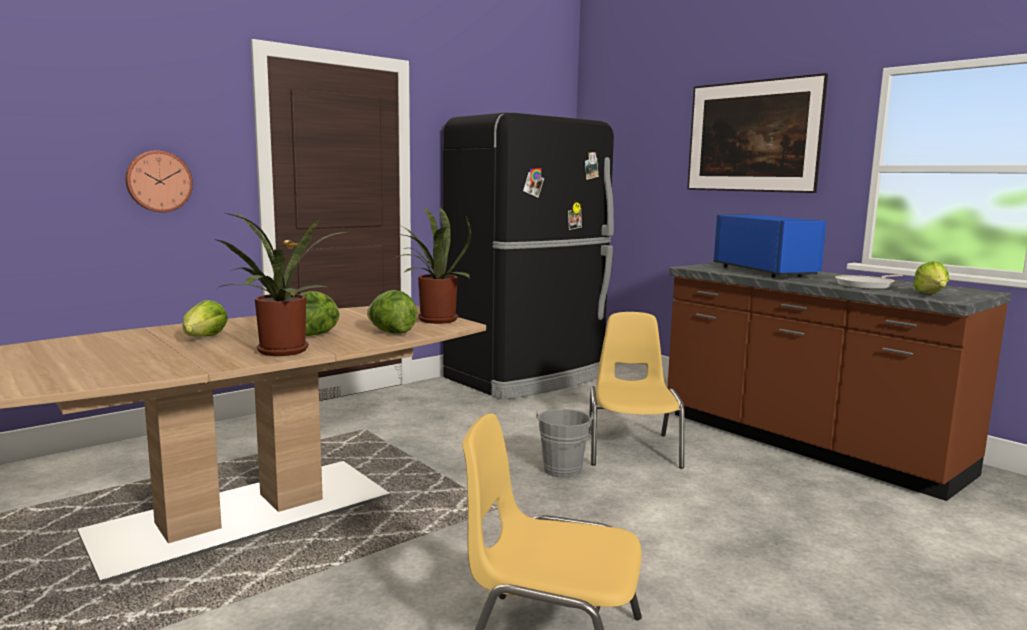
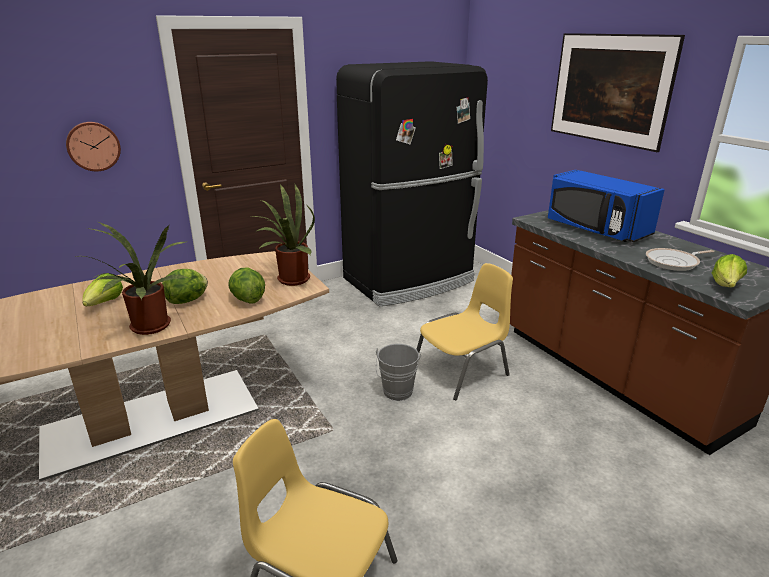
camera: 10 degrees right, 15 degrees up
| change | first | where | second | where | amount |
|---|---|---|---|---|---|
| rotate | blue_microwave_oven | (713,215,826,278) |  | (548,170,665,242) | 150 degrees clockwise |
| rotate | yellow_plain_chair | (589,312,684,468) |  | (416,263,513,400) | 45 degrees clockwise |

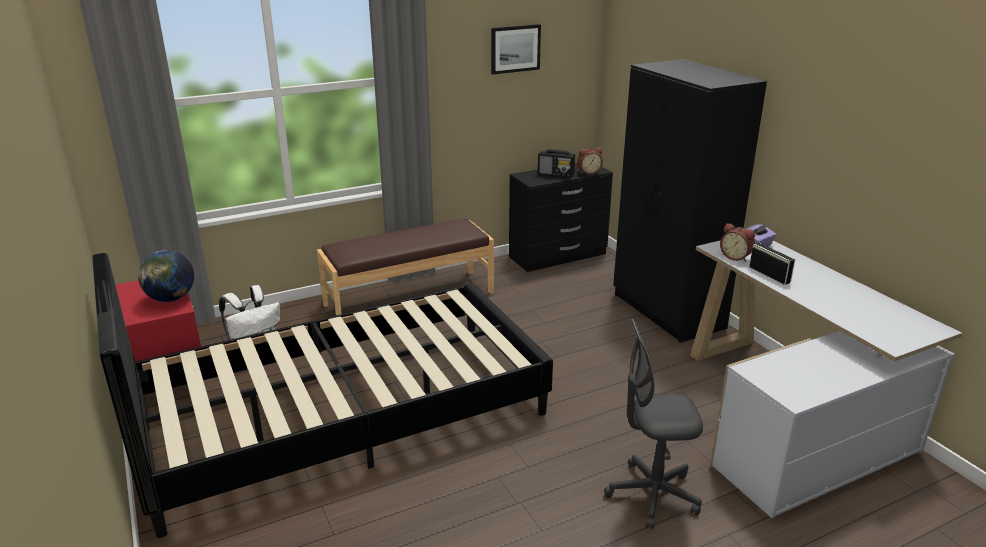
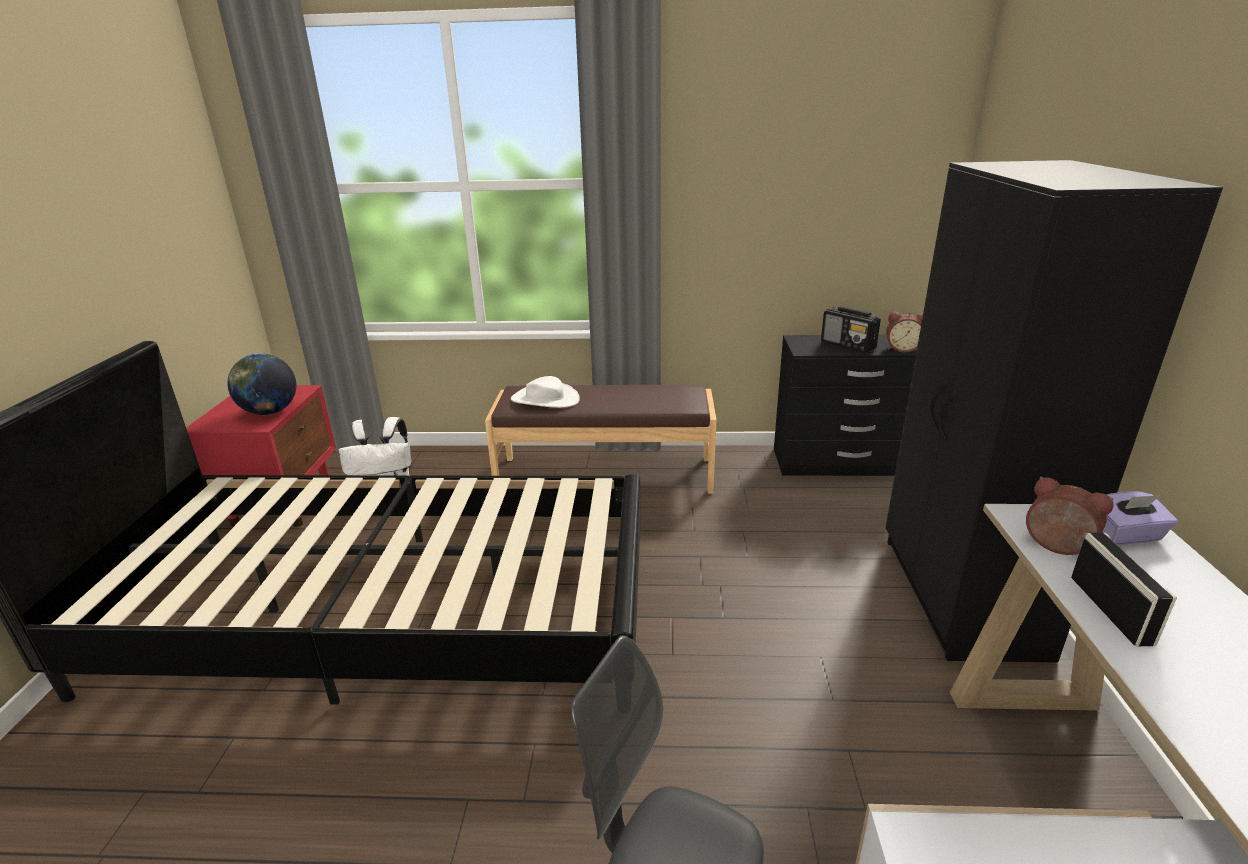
camera: 30 degrees right, 0 degrees up
| change | first | where | second | where | amount |
|---|---|---|---|---|---|
| delete | wall_picture | (491,24,541,74) |  |  |  |
| rotate | bedside_clock | (720,223,755,262) |  | (1026,477,1114,555) | 150 degrees clockwise |
| insert |  |  | white_hat | (511,376,580,408) |  |

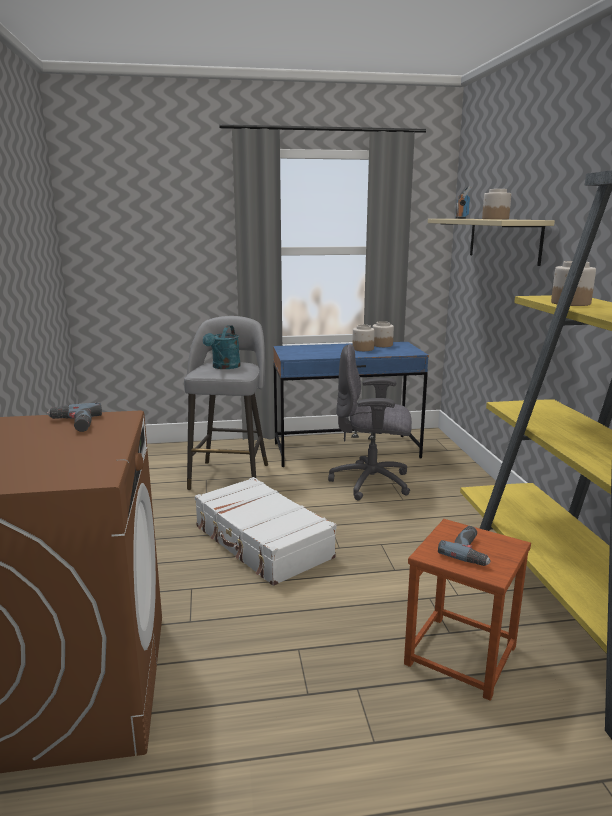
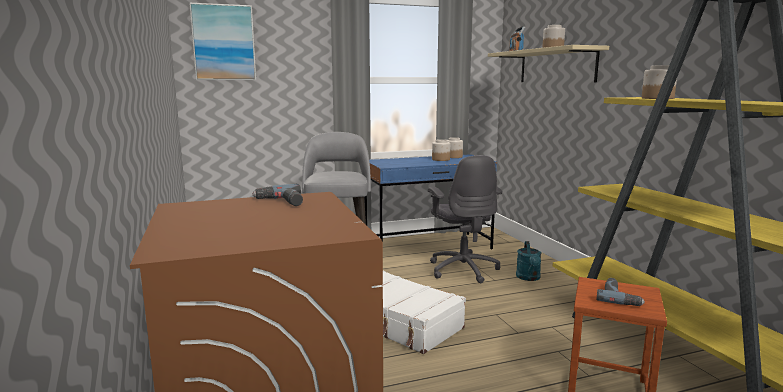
camera: 10 degrees left, 5 degrees down
| change | first | where | second | where | amount |
|---|---|---|---|---|---|
| move | blue-green_watering_can | (203,325,241,369) |  | (516,241,542,281) |  |
| rotate | gray_desk_chair | (328,344,412,500) |  | (428,155,502,283) | 105 degrees counterclockwise |
| insert |  |  | wall_picture | (189,3,256,80) |  |

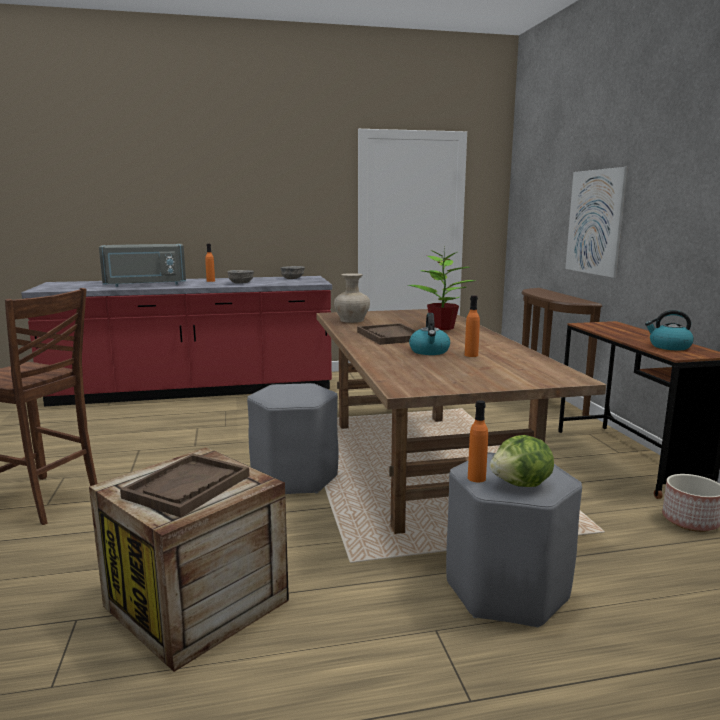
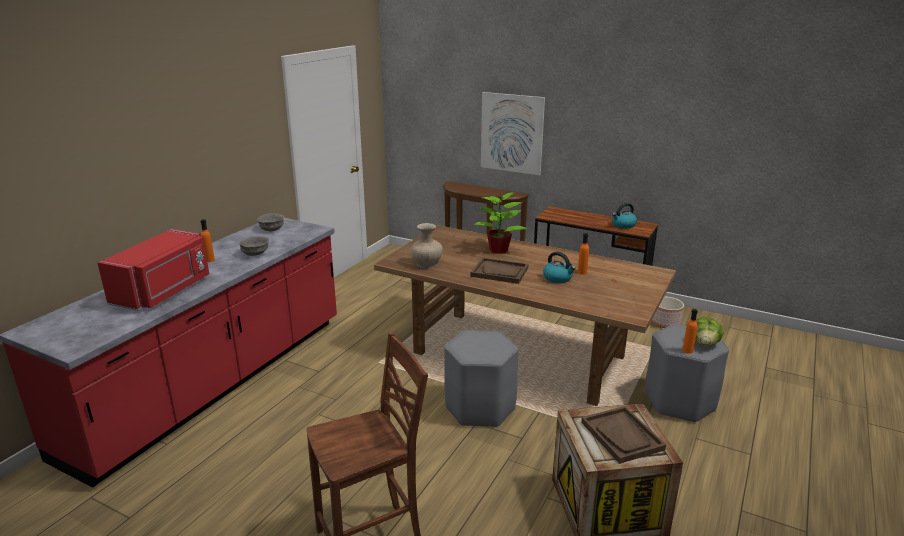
camera: 50 degrees left, 10 degrees up
| change | first | where | second | where | amount |
|---|---|---|---|---|---|
| recolor | gray_microwave_oven | (99,244,186,287) | reddish_microwave_oven | (97,229,209,311) |  |

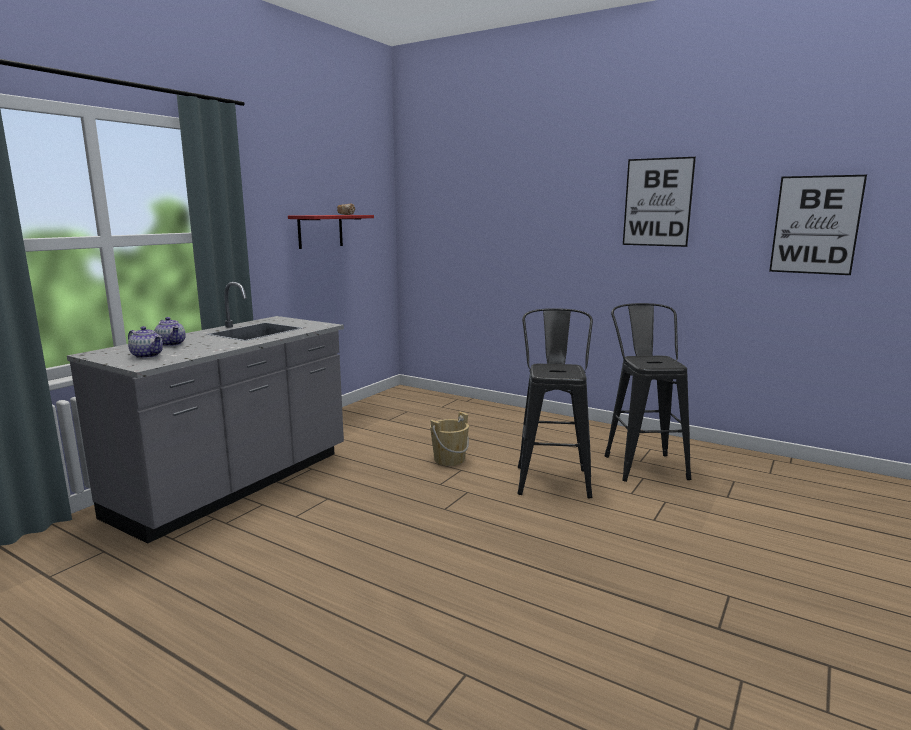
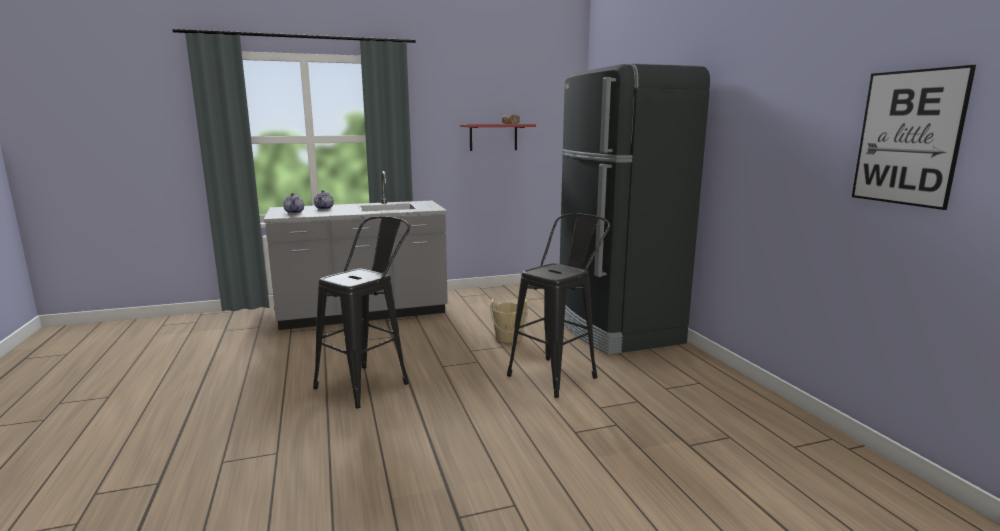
camera: 40 degrees right, 0 degrees up
| change | first | where | second | where | amount |
|---|---|---|---|---|---|
| delete | wall_picture | (623,157,696,247) |  |  |  |
| move | black-coloured_stool | (604,303,691,482) |  | (313,216,410,408) |  |
| insert |  |  | black-coloured_refrigerator | (560,64,710,355) |  |

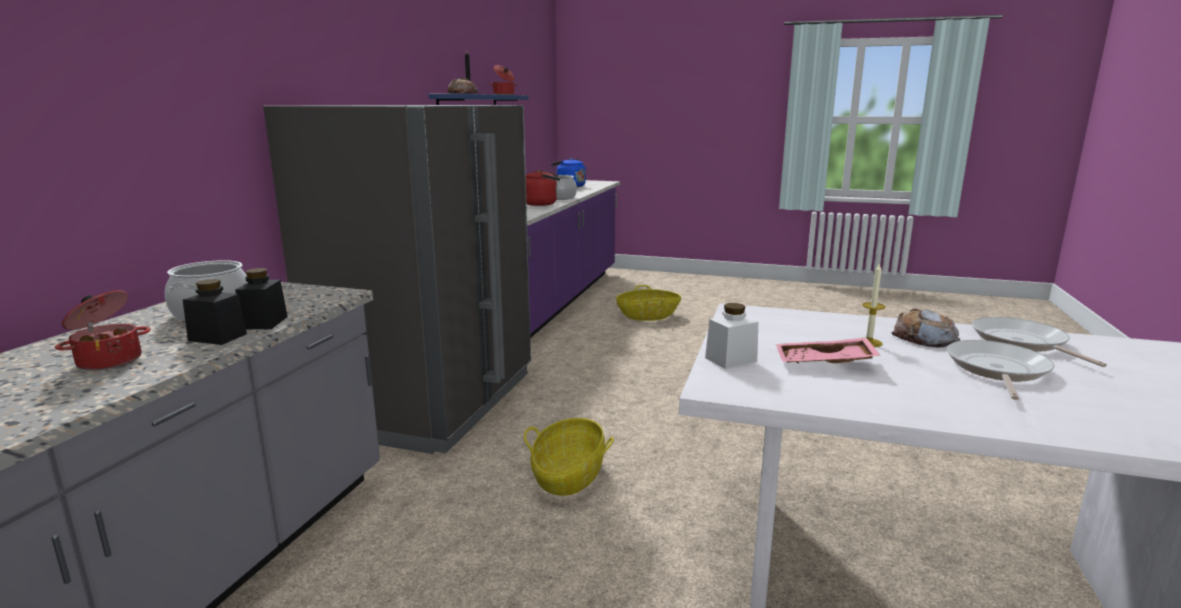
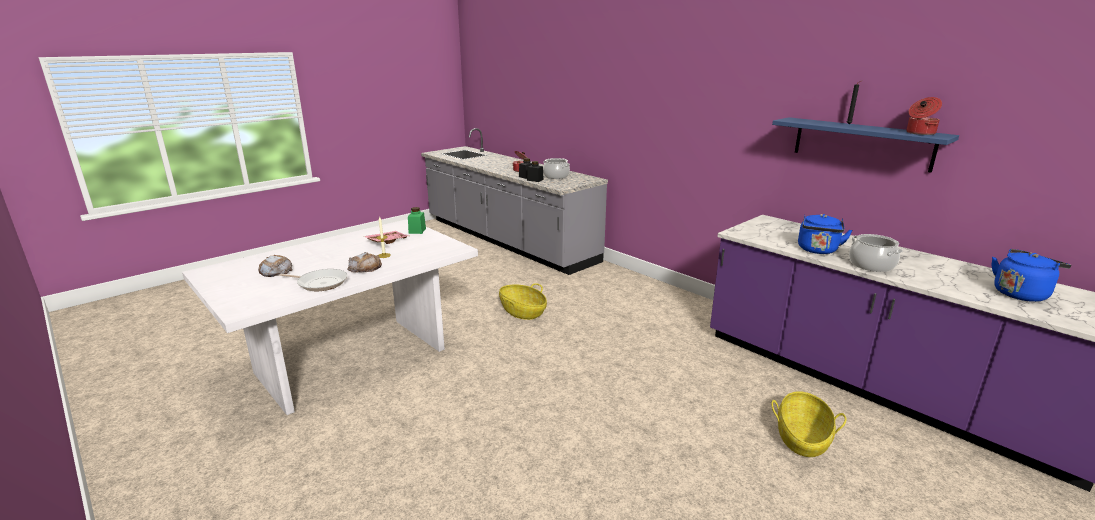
camera: 120 degrees right, 5 degrees up
| change | first | where | second | where | amount |
|---|---|---|---|---|---|
| move | bread | (447,78,478,94) |  | (258,255,293,277) |  |
| delete | gray_refrigerator | (263,105,531,454) |  |  |  |
| recolor | reddish_kettle | (526,170,560,206) | blue_kettle | (798,214,853,254) |  |
| recolor | white_jar | (705,303,758,369) | green-coloured_jar | (408,207,426,234) |  |
| delete | pan | (947,340,1055,400) |  |  |  |

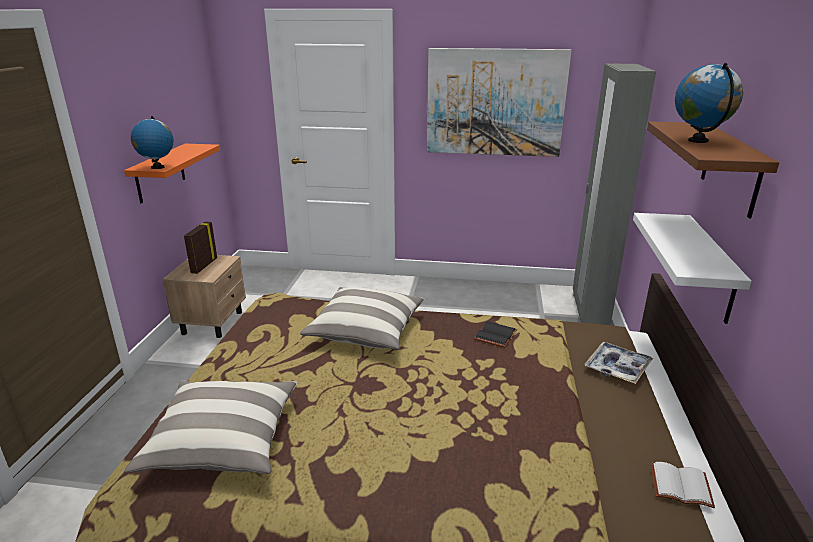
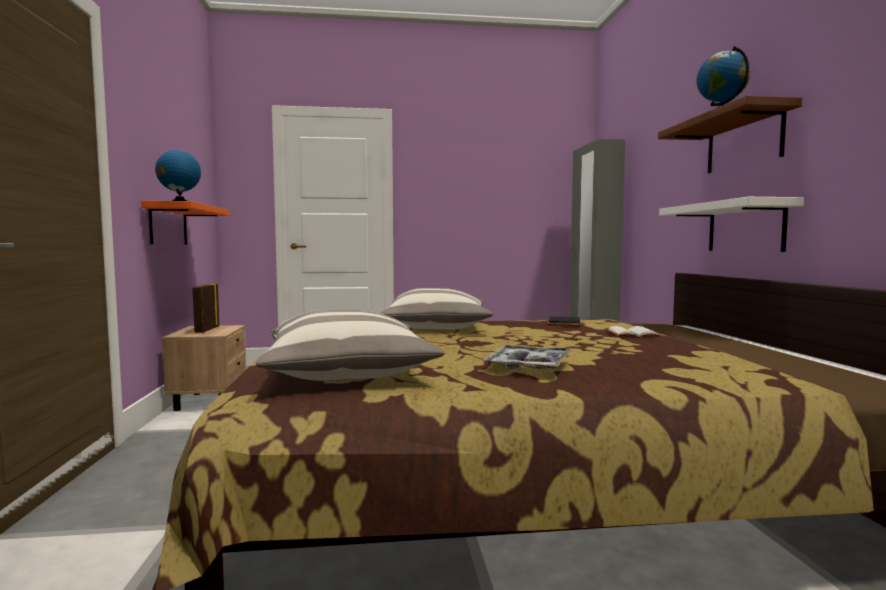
camera: 15 degrees left, 20 degrees down
| change | first | where | second | where | amount |
|---|---|---|---|---|---|
| delete | wall_picture | (427,48,572,157) |  |  |  |
| move | tray | (584,342,653,384) |  | (482,345,572,370) |  |
| move | white_book | (650,462,715,508) |  | (606,326,661,338) |  |

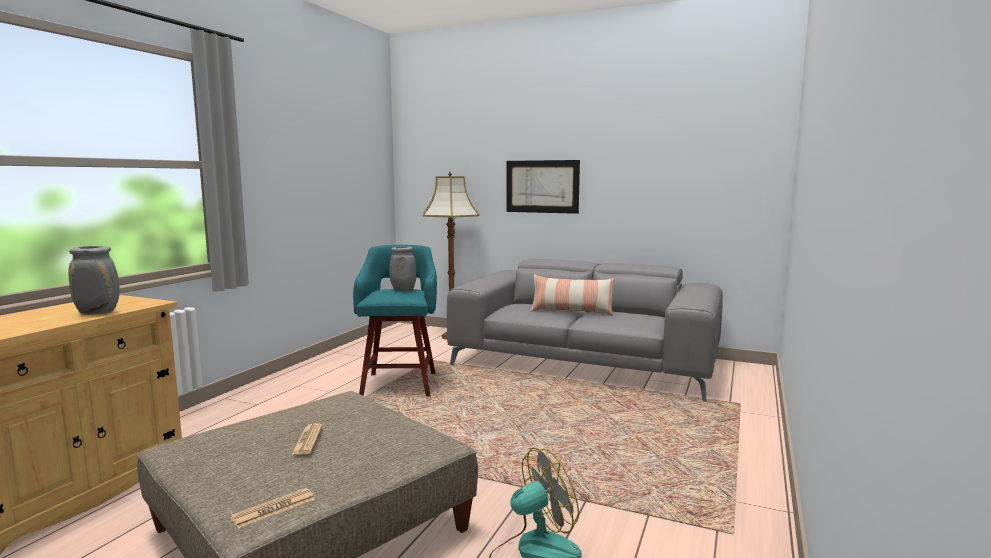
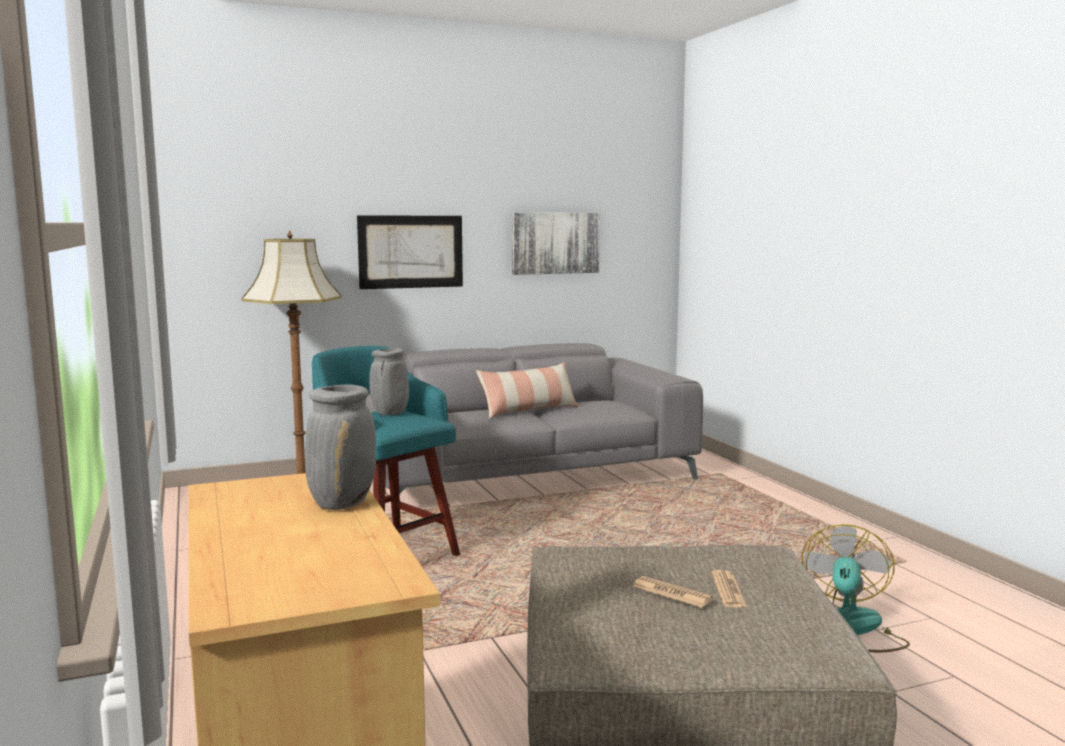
camera: 45 degrees left, 0 degrees up
| change | first | where | second | where | amount |
|---|---|---|---|---|---|
| move | newspaper | (230,488,315,529) |  | (711,570,747,607) |  |
| insert |  |  | wall_picture | (512,213,600,275) |  |

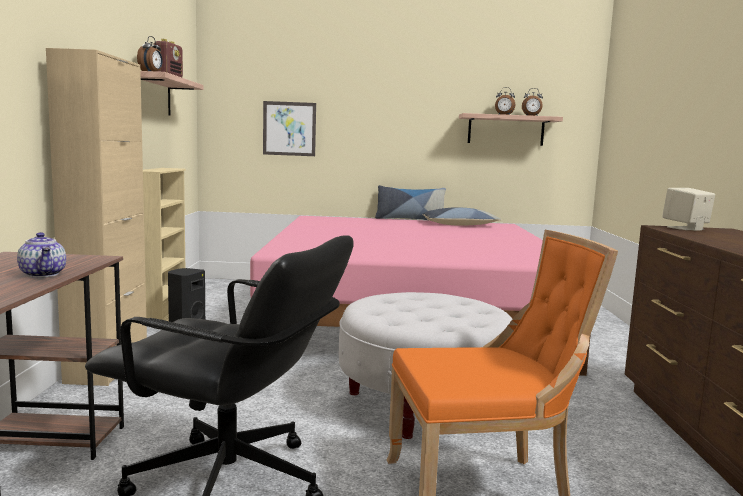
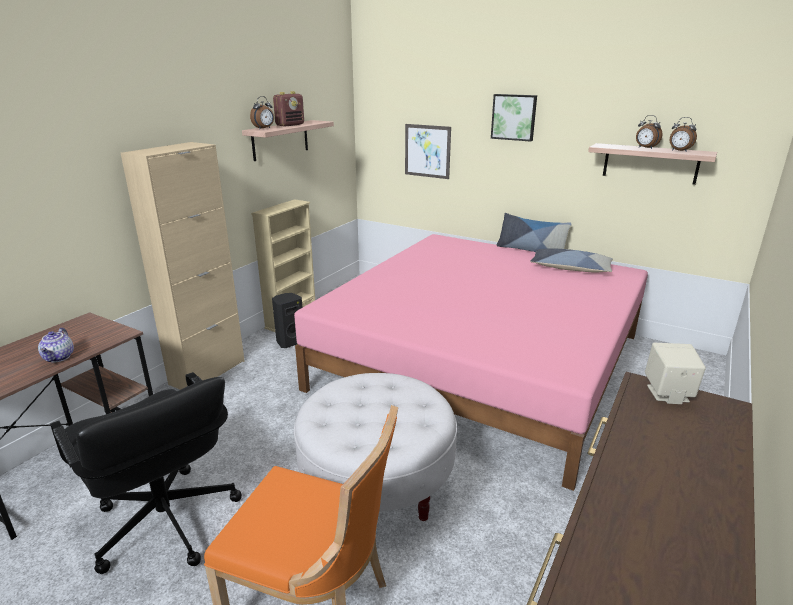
camera: 30 degrees right, 15 degrees up
| change | first | where | second | where | amount |
|---|---|---|---|---|---|
| insert |  |  | wall_picture | (491,94,537,142) |  |

